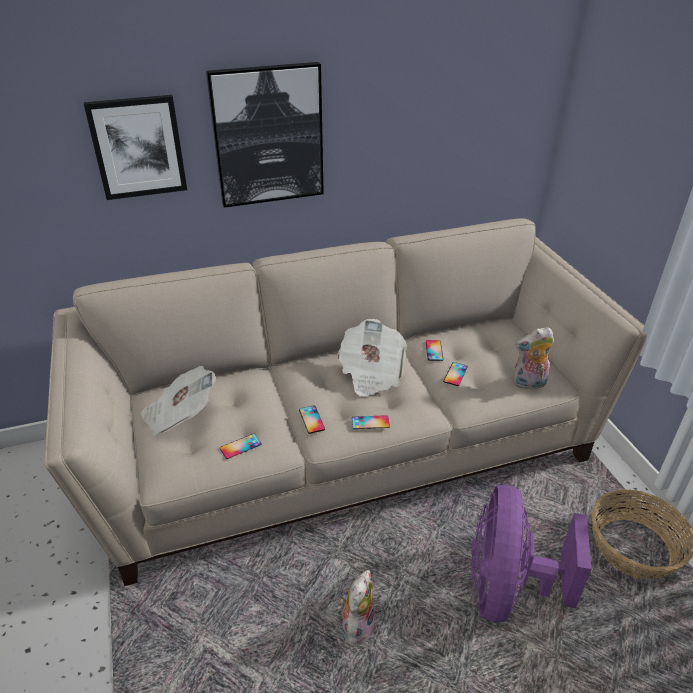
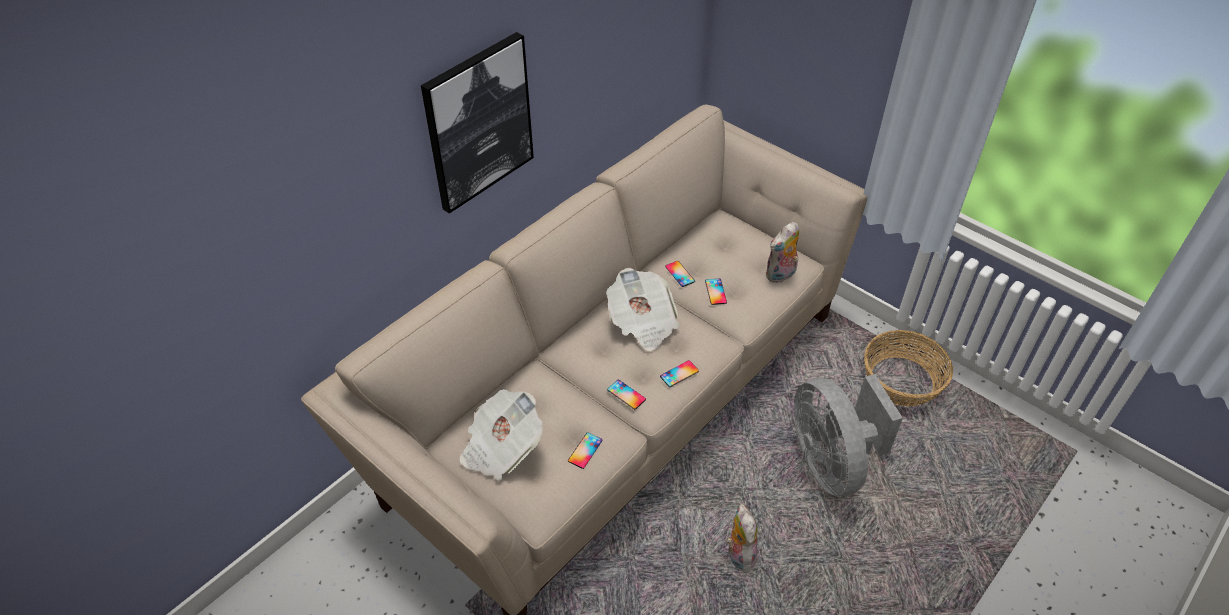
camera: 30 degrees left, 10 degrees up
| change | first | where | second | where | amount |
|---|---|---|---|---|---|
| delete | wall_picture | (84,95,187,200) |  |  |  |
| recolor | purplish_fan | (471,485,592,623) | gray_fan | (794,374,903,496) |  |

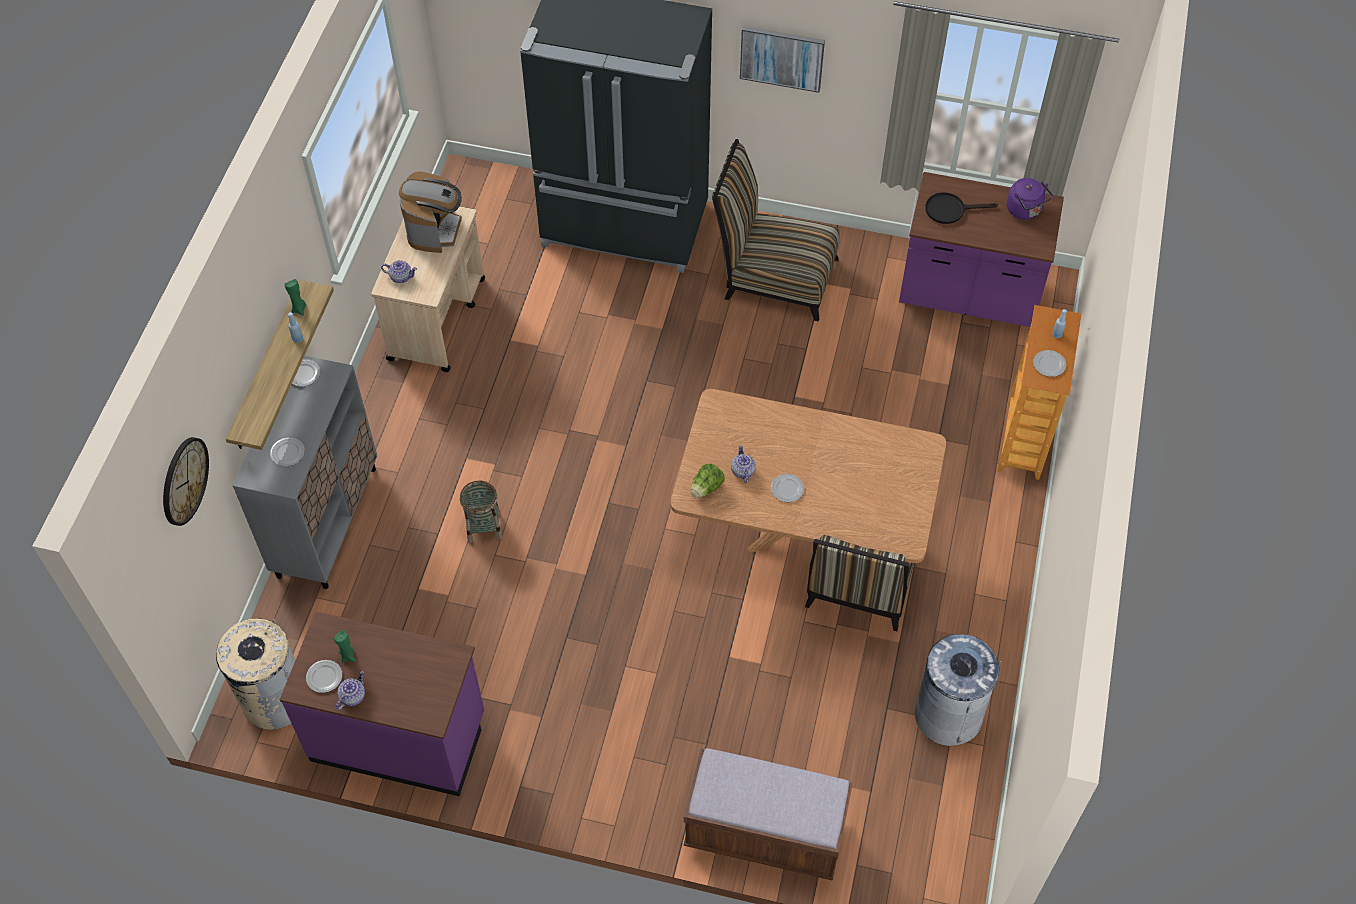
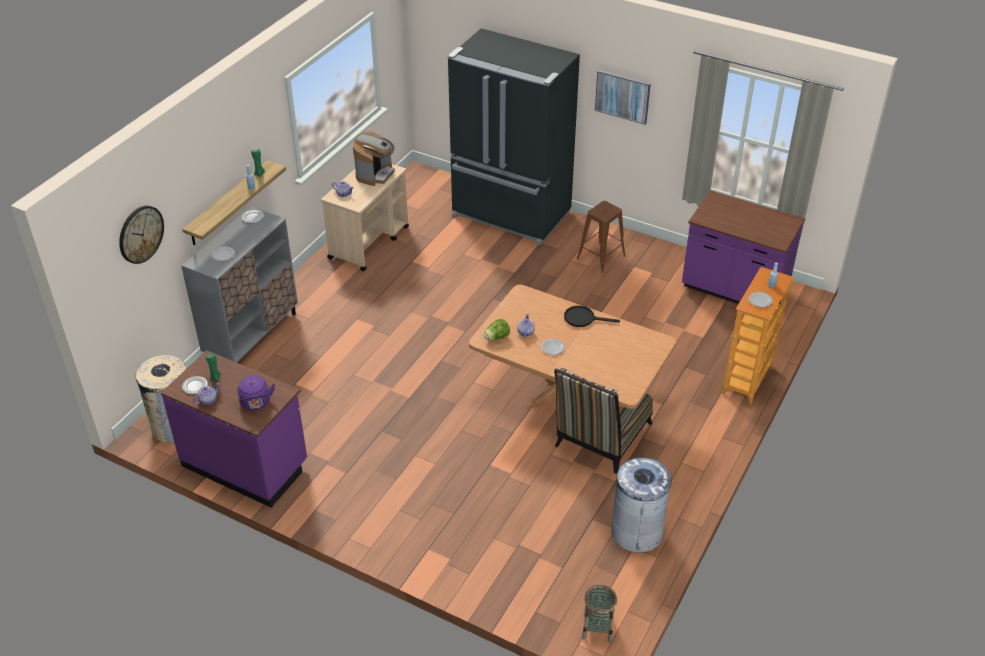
camera: 15 degrees right, 15 degrees down
| change | first | where | second | where | amount |
|---|---|---|---|---|---|
| replace | plain_chair | (712,139,840,322) | brown_stool | (577,201,626,273) |  |
| move | purplish_kettle | (1007,178,1053,219) |  | (238,376,275,410) |  |
| move | black-coloured_pan | (925,192,998,224) |  | (564,306,620,327) |  |
| move | storage_basket | (460,481,502,543) |  | (582,585,617,642) |  |
| delete | brown_long_seat | (683,748,853,881) |  |  |  |

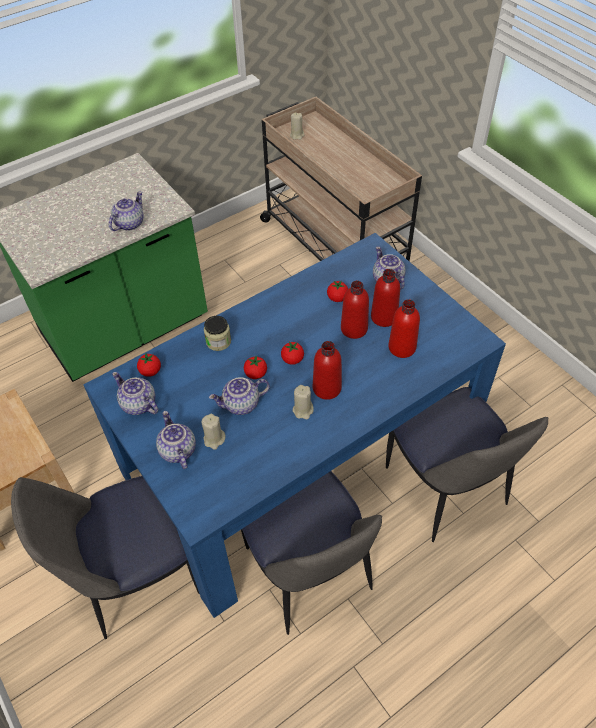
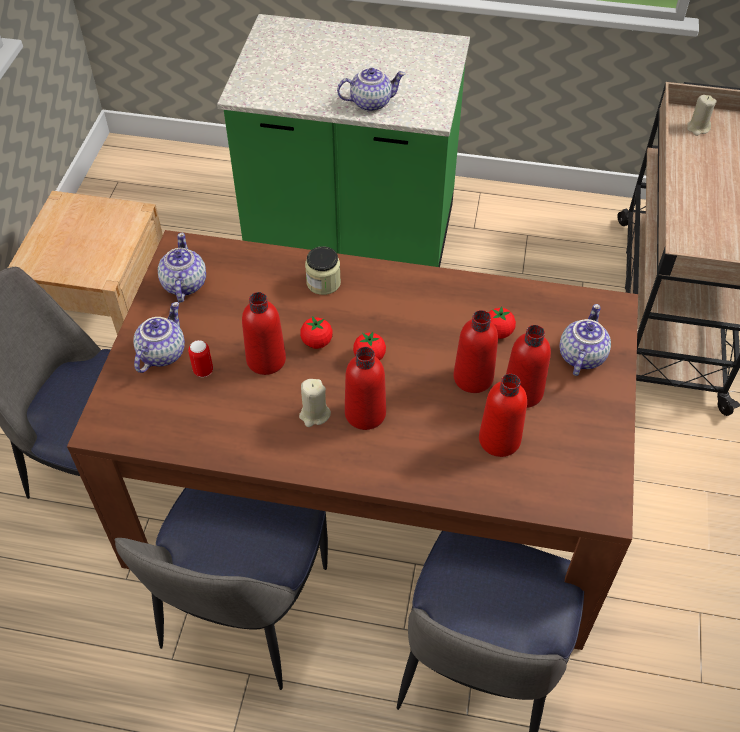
camera: 45 degrees right, 0 degrees up
| change | first | where | second | where | amount |
|---|---|---|---|---|---|
| recolor | blue_kitchen_table | (83,233,506,618) | brown_kitchen_table | (67,230,638,650) |  |
| delete | whole_tomato | (137,353,161,377) |  |  |  |
| replace | teapot | (209,377,270,415) | reddish_beverage_bottle | (242,292,286,375) |  |
| replace | beige_wax_light | (201,414,226,450) | metal_can | (188,340,213,377) |  |

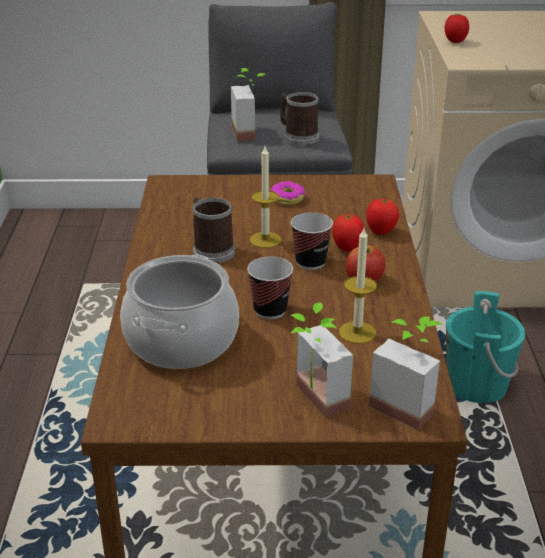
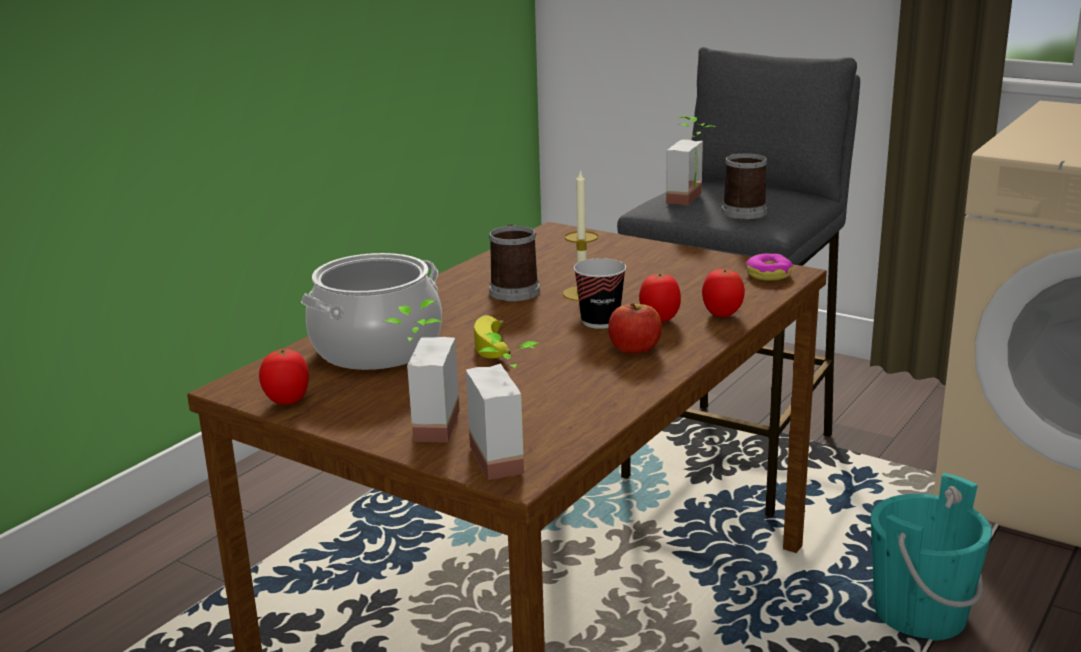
camera: 35 degrees right, 10 degrees down
| change | first | where | second | where | amount |
|---|---|---|---|---|---|
| move | whole_tomato | (445,14,469,43) |  | (259,348,309,405) |  |
| move | ring_doughnut | (270,181,305,205) |  | (745,254,793,281) |  |
| delete | wax_light | (339,228,377,344) |  |  |  |
| replace | small_cup | (247,256,293,319) | whole_banana | (474,315,511,358) |  |

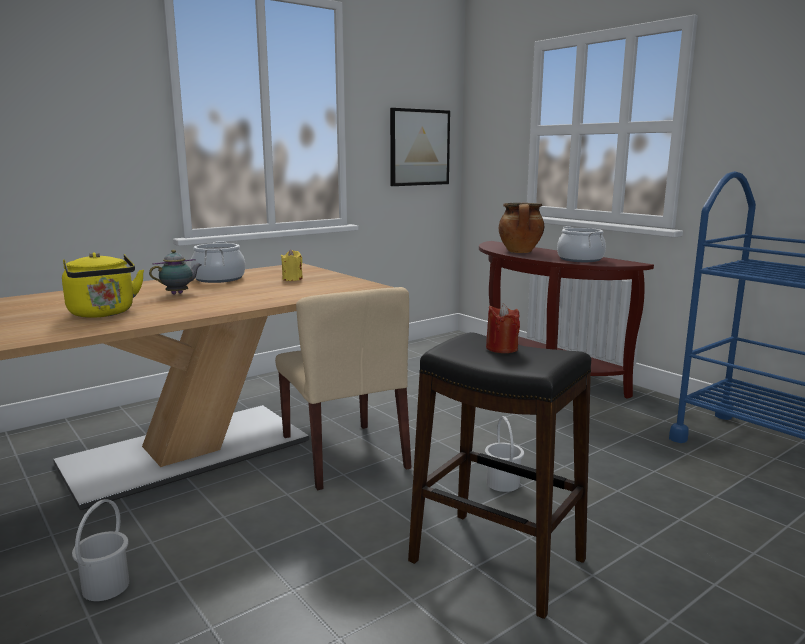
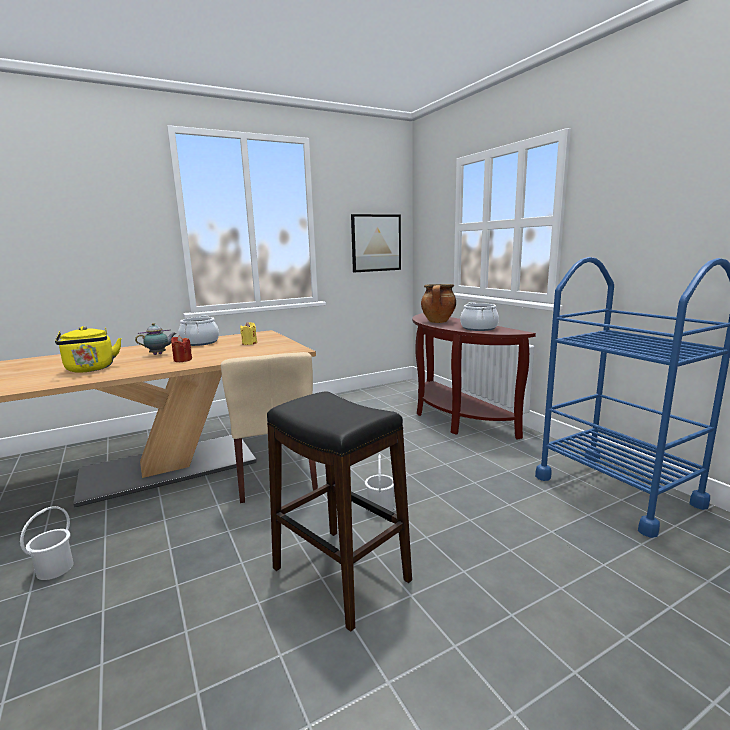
camera: 10 degrees right, 0 degrees up
| change | first | where | second | where | amount |
|---|---|---|---|---|---|
| move | reddish_wax_light | (486,304,520,353) |  | (171,335,192,362) |  |

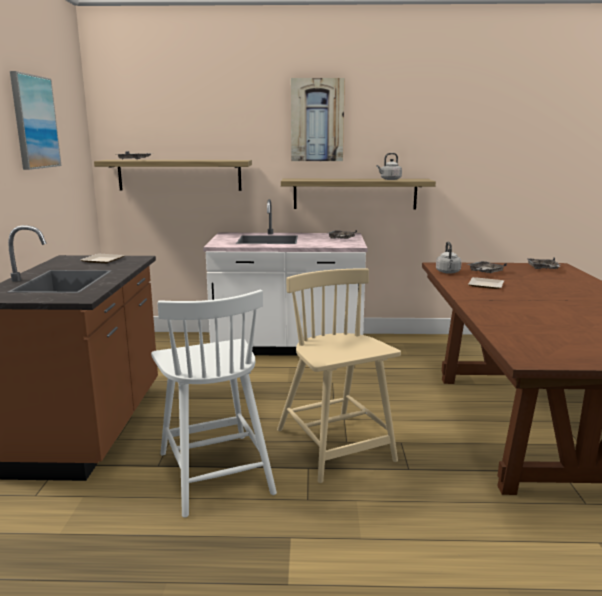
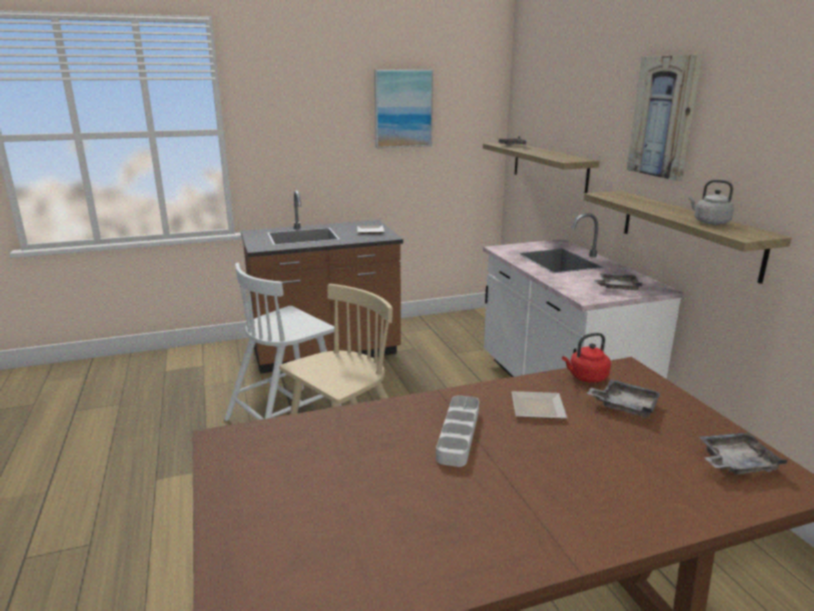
camera: 70 degrees right, 5 degrees up
| change | first | where | second | where | amount |
|---|---|---|---|---|---|
| recolor | gray_kettle | (436,242,462,274) | reddish_kettle | (562,333,611,383) |  |
| insert |  |  | gray_tray | (436,395,479,467) |  |

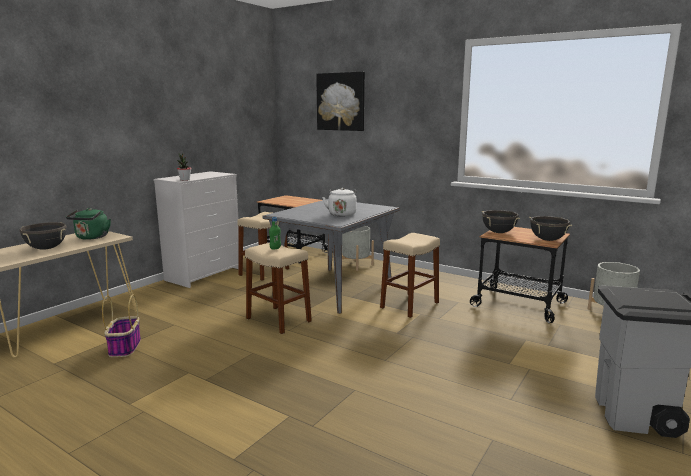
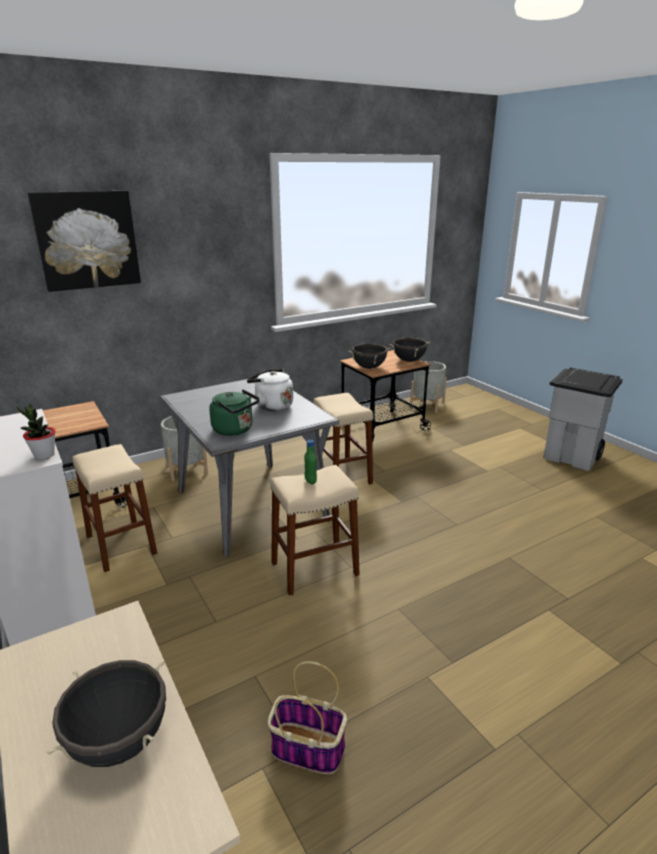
camera: 65 degrees left, 10 degrees up
| change | first | where | second | where | amount |
|---|---|---|---|---|---|
| move | green-coloured_kettle | (66,208,111,240) |  | (209,389,260,436) |  |

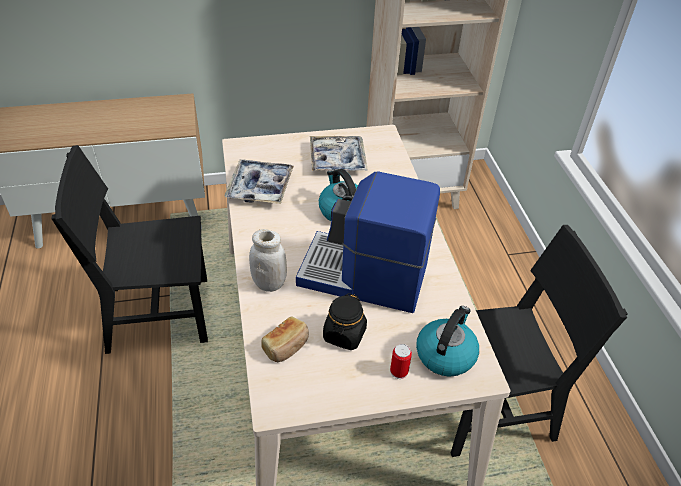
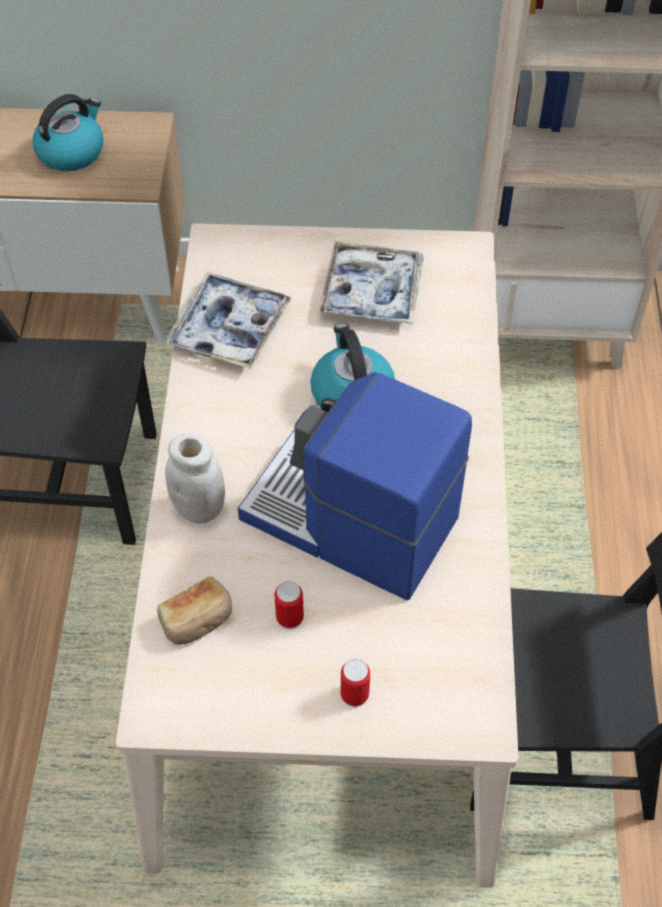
camera: 15 degrees right, 10 degrees up
| change | first | where | second | where | amount |
|---|---|---|---|---|---|
| replace | black-coloured_jar | (323,293,367,350) | metal_can | (274,581,304,629) |  |
| move | kettle | (416,306,479,377) |  | (33,94,103,171) |  |

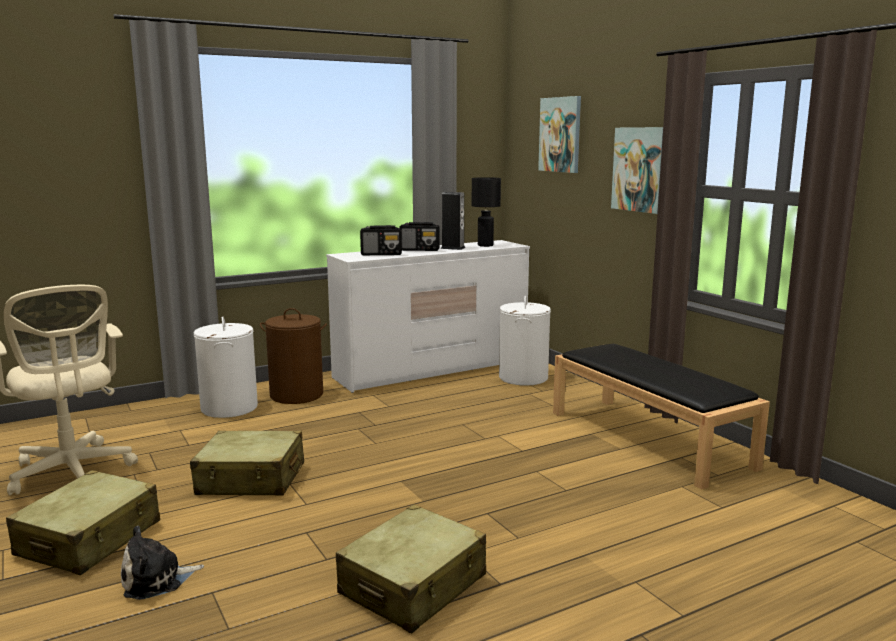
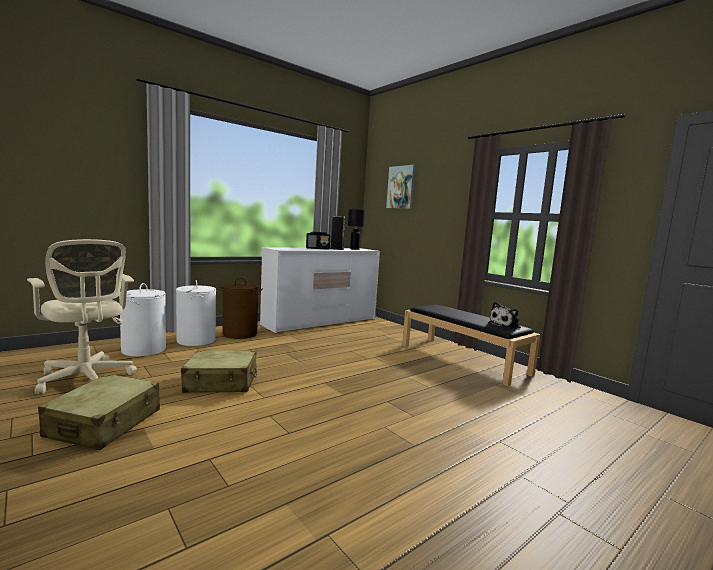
camera: 10 degrees left, 5 degrees down
| change | first | where | second | where | amount |
|---|---|---|---|---|---|
| delete | wall_picture | (611,127,663,214) |  |  |  |
| delete | radio_receiver | (360,225,402,255) |  |  |  |
| move | white_hamper | (499,296,551,386) |  | (119,283,166,356) |  |
| delete | beige_travel_case | (336,504,486,633) |  |  |  |
| move | soft_toy | (121,525,204,600) |  | (488,302,521,329) |  |

